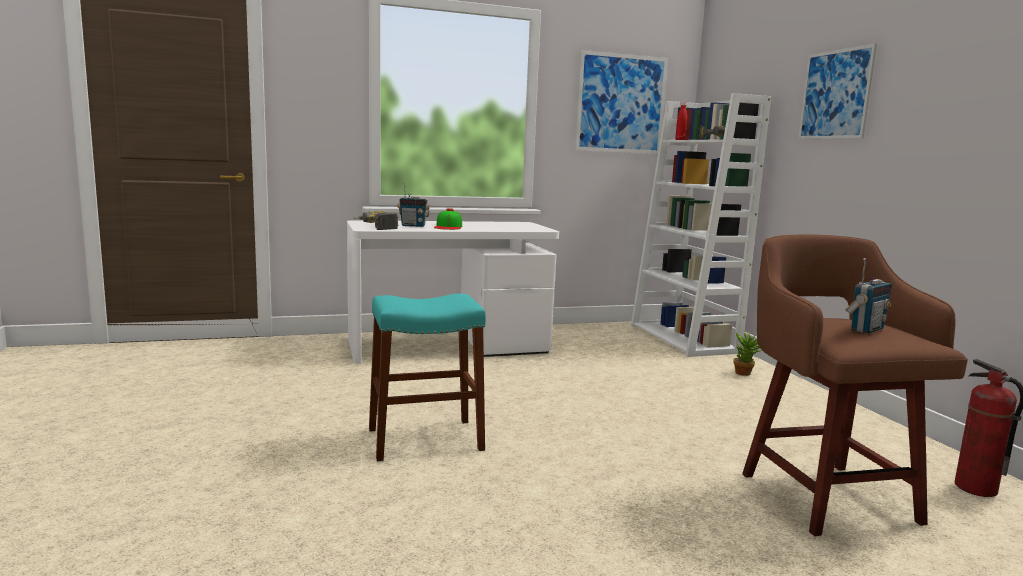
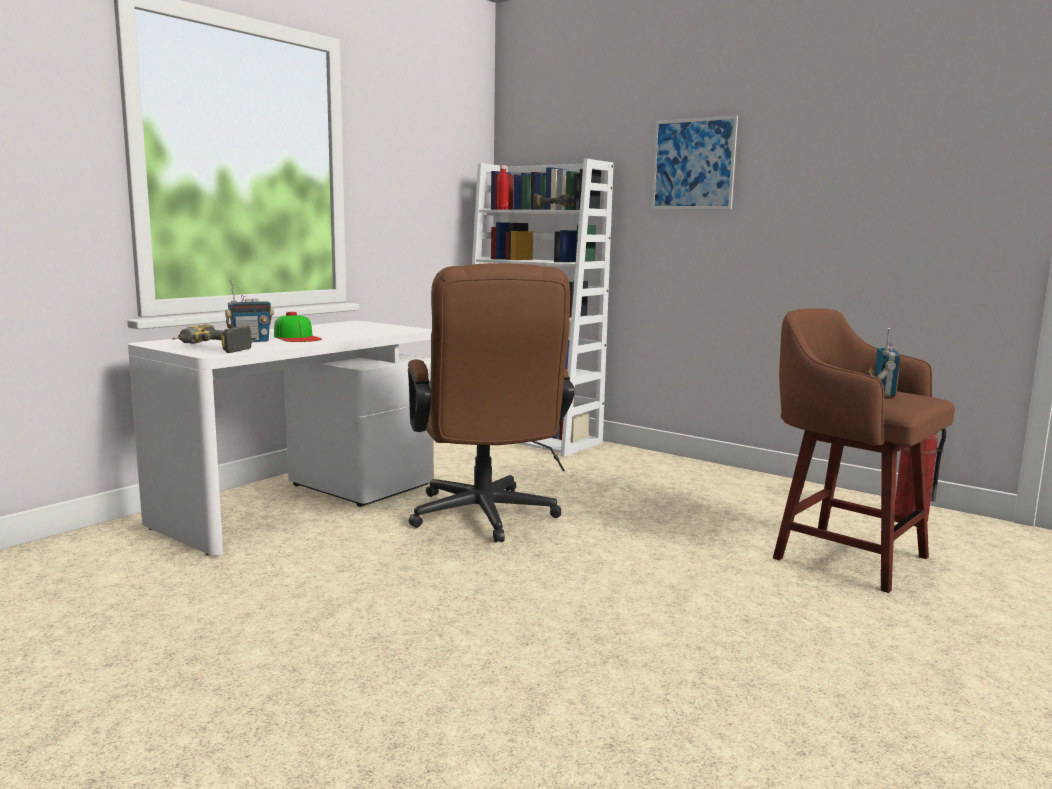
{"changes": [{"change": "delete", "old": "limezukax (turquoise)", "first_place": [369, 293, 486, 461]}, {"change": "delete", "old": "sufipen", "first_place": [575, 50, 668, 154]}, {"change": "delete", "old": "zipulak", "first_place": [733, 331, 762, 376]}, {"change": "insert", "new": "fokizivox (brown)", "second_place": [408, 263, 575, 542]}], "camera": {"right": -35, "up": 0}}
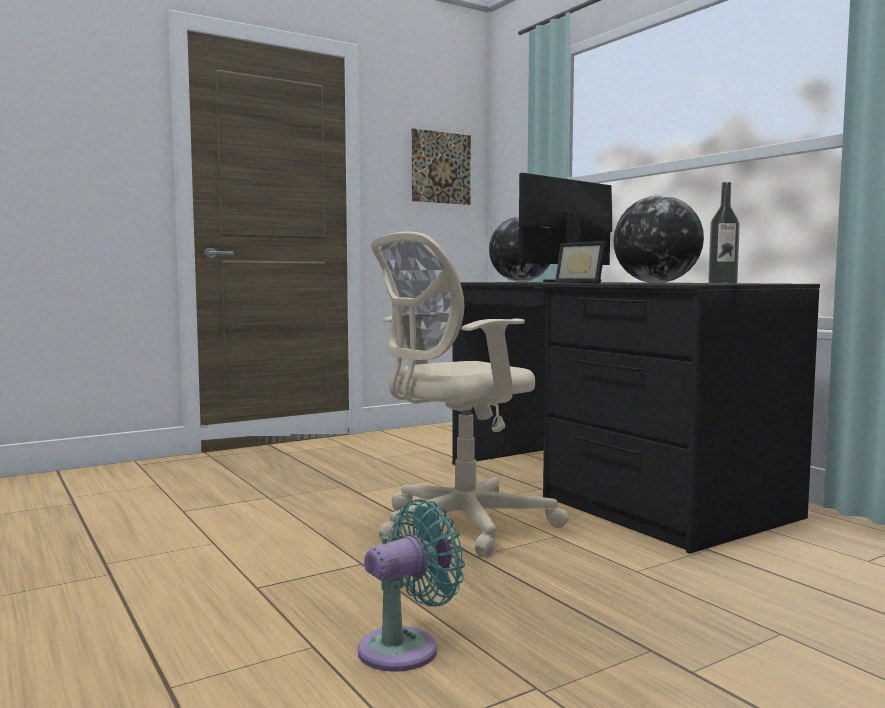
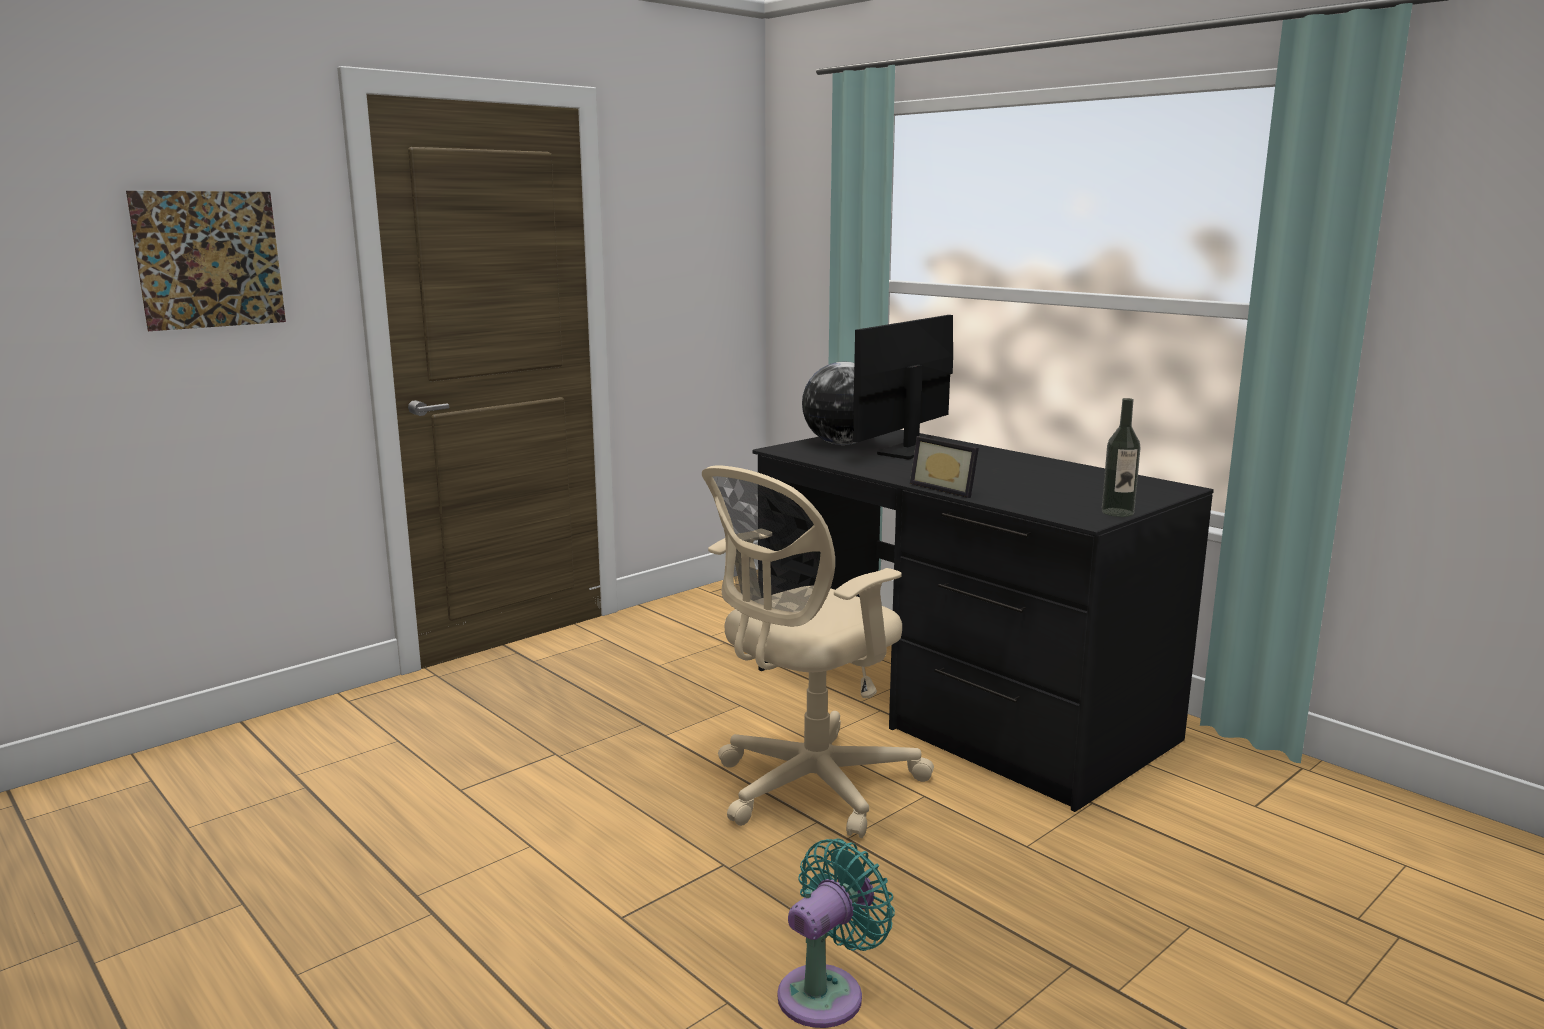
{"changes": [{"change": "delete", "old": "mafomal", "first_place": [613, 195, 704, 283]}, {"change": "move", "old": "sufipen", "first_place": [412, 128, 471, 205], "second_place": [126, 191, 286, 331]}], "camera": {"right": -10, "up": 10}}
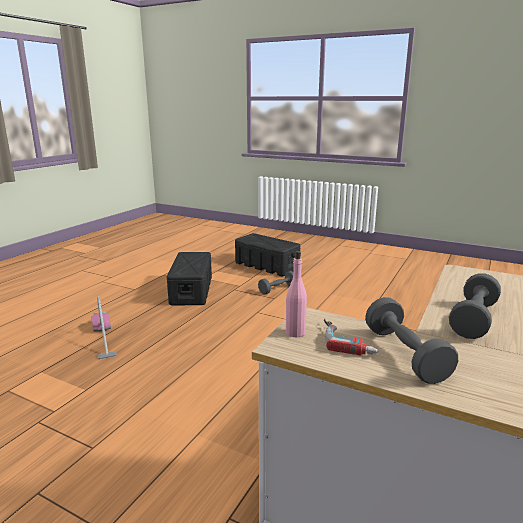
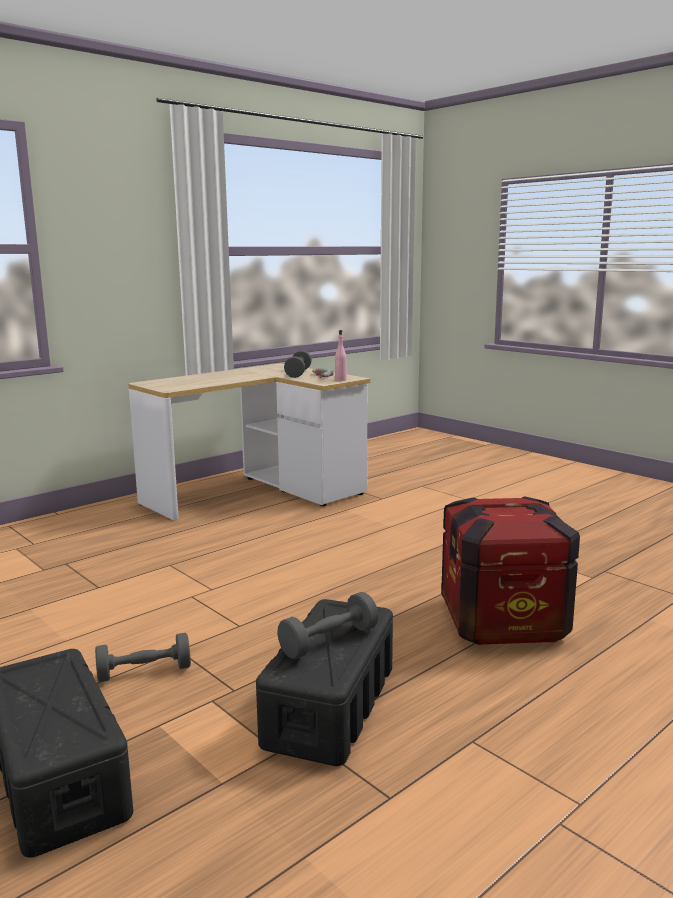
{"changes": [{"change": "move", "old": "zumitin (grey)", "first_place": [449, 274, 501, 339], "second_place": [277, 592, 378, 659]}, {"change": "replace", "old": "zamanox", "new": "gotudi", "first_place": [91, 296, 117, 360], "second_place": [441, 496, 580, 645]}], "camera": {"right": -160, "up": -5}}
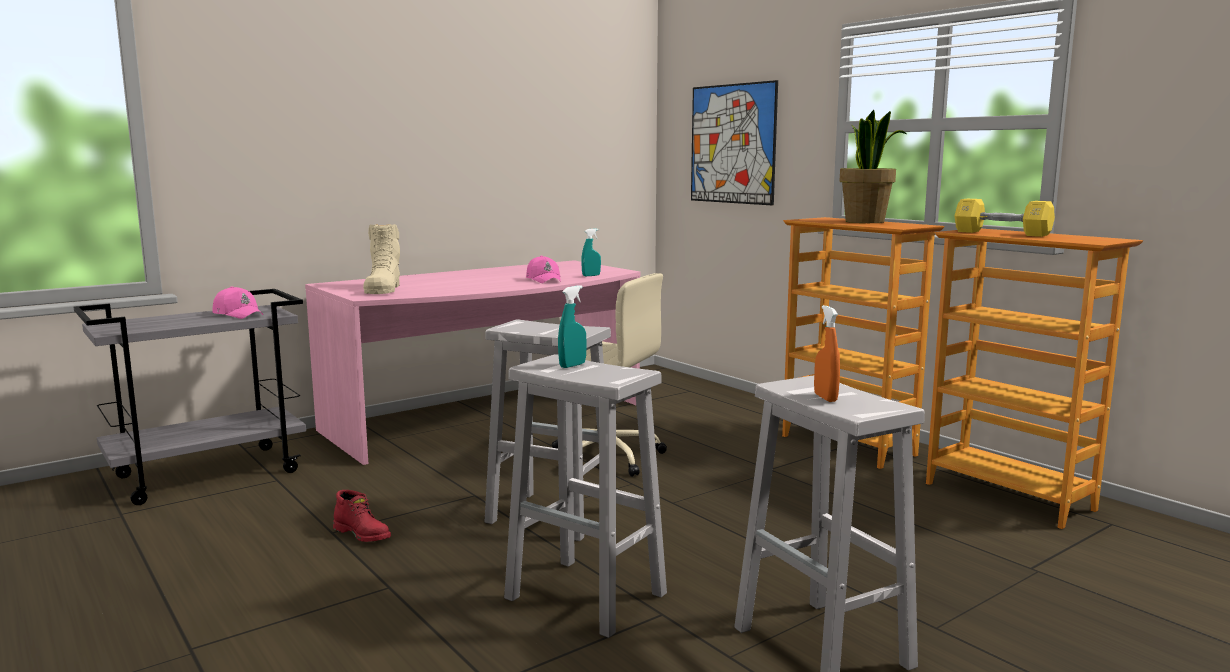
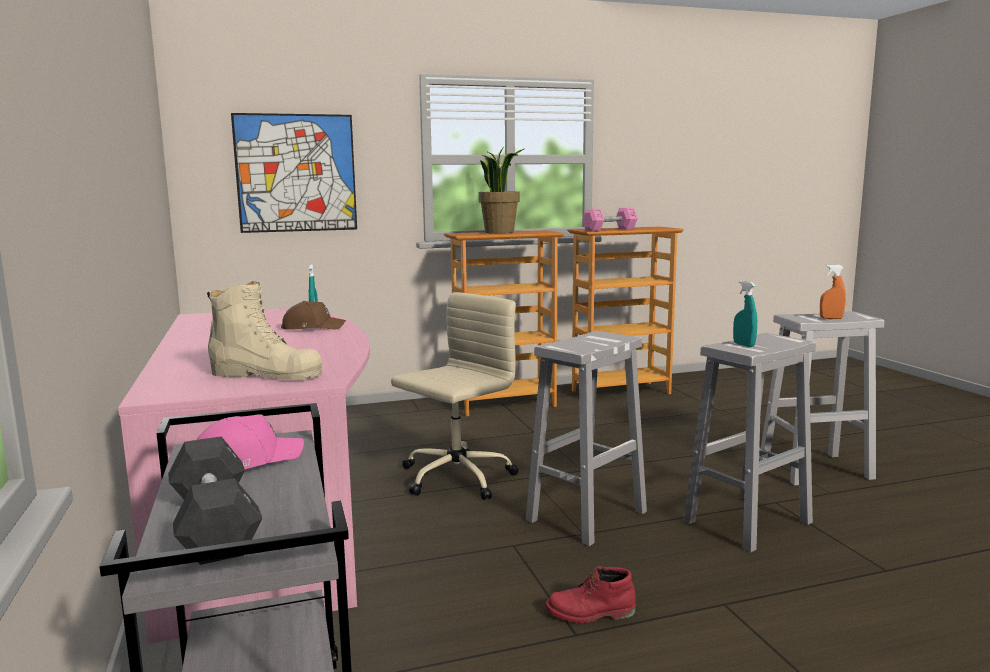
{"changes": [{"change": "insert", "new": "zumitin (black)", "second_place": [168, 436, 263, 565]}, {"change": "recolor", "old": "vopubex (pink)", "new": "vopubex (brown)", "first_place": [526, 256, 561, 283], "second_place": [281, 301, 346, 330]}, {"change": "recolor", "old": "zumitin (yellow)", "new": "zumitin (pink)", "first_place": [954, 199, 1055, 237], "second_place": [582, 208, 638, 231]}, {"change": "rotate", "old": "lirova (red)", "first_place": [333, 490, 391, 542], "second_place": [546, 566, 636, 623], "degrees": -150}], "camera": {"right": -70, "up": 0}}
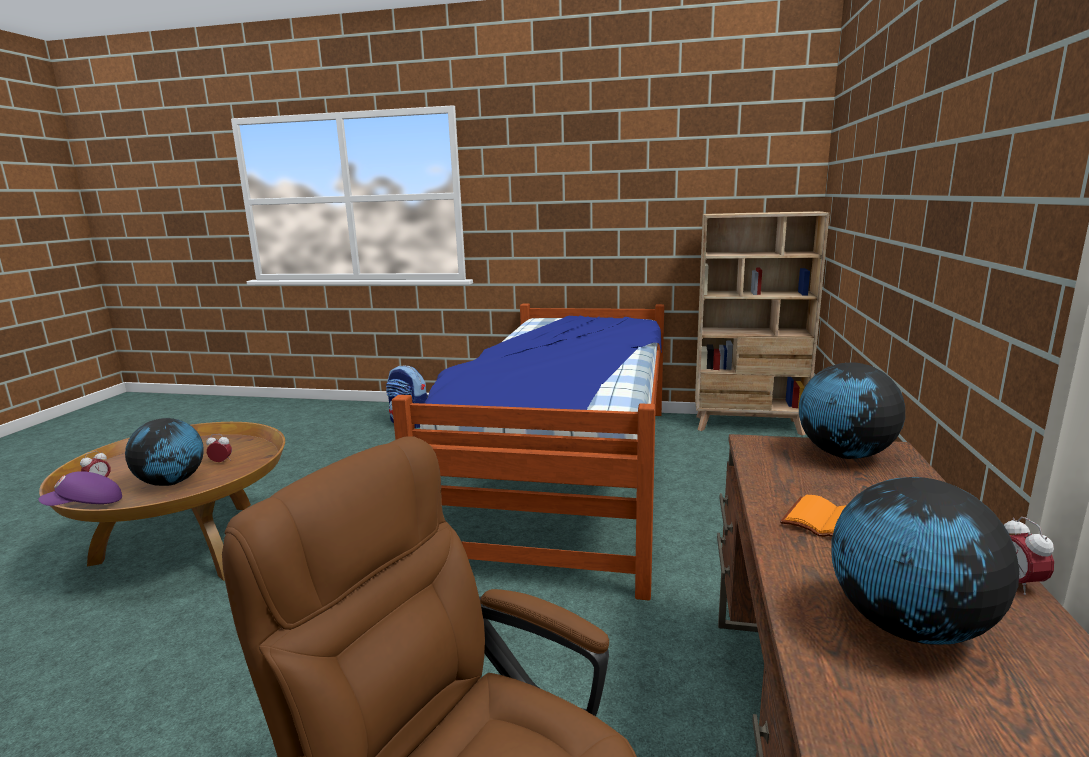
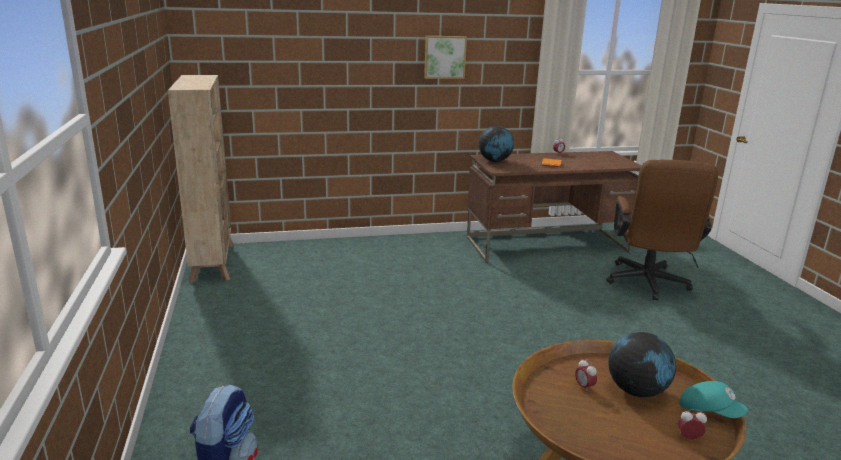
{"changes": [{"change": "delete", "old": "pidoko", "first_place": [392, 304, 664, 601]}, {"change": "delete", "old": "mafomal", "first_place": [831, 477, 1019, 644]}, {"change": "insert", "new": "sufipen", "second_place": [424, 36, 467, 79]}, {"change": "recolor", "old": "vopubex (purple)", "new": "vopubex (turquoise)", "first_place": [38, 471, 122, 506], "second_place": [680, 381, 748, 418]}], "camera": {"right": -115, "up": 5}}
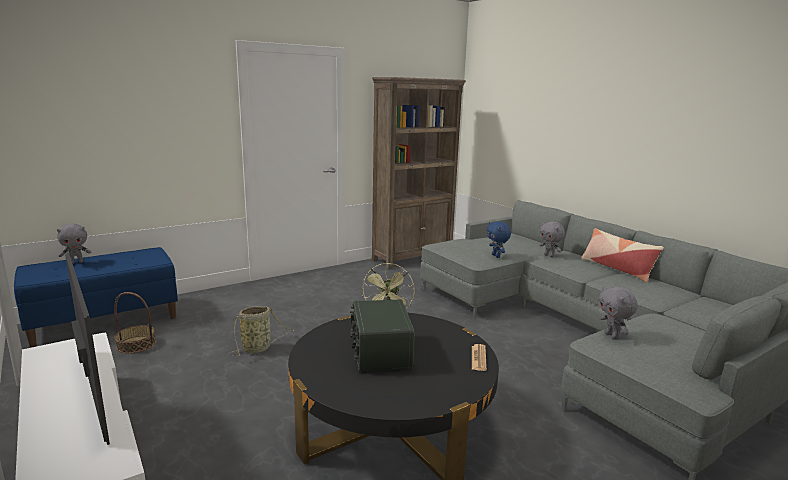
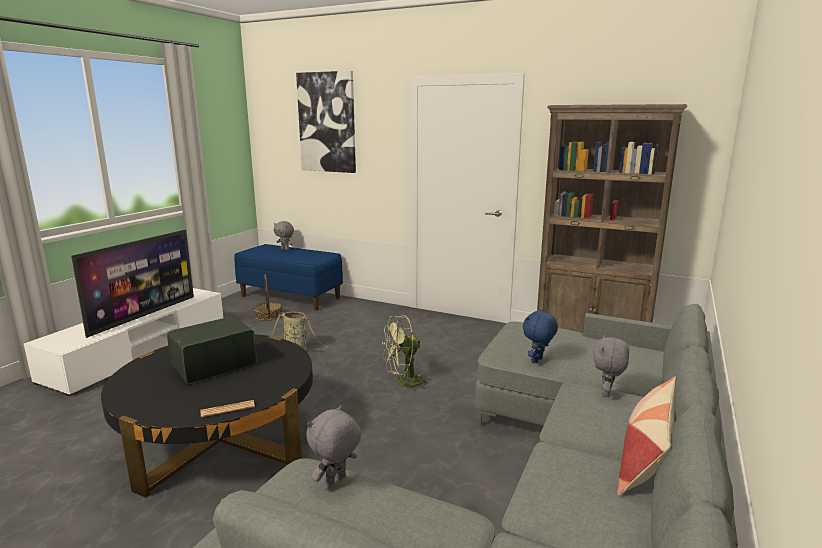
{"changes": [{"change": "insert", "new": "sufipen", "second_place": [296, 71, 356, 173]}], "camera": {"right": 60, "up": 0}}
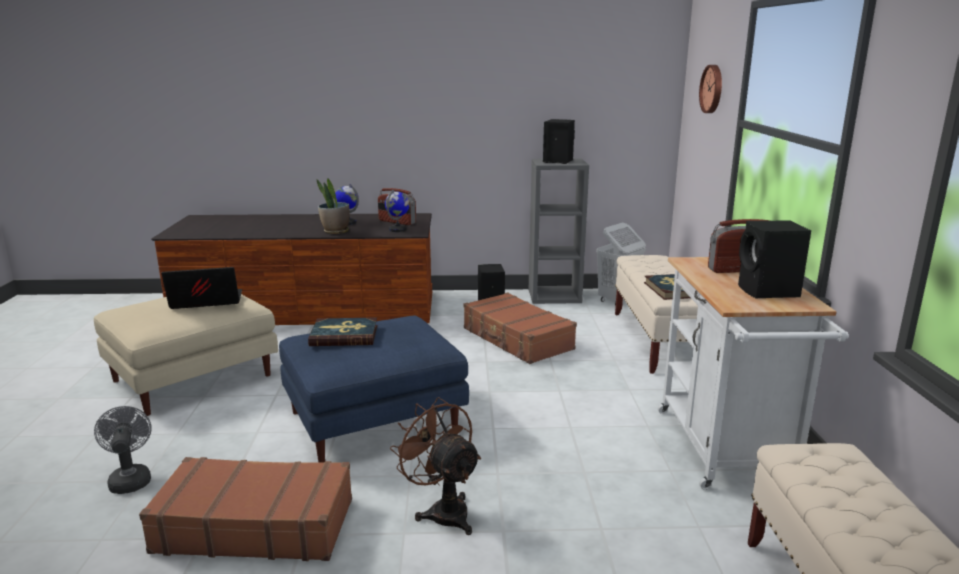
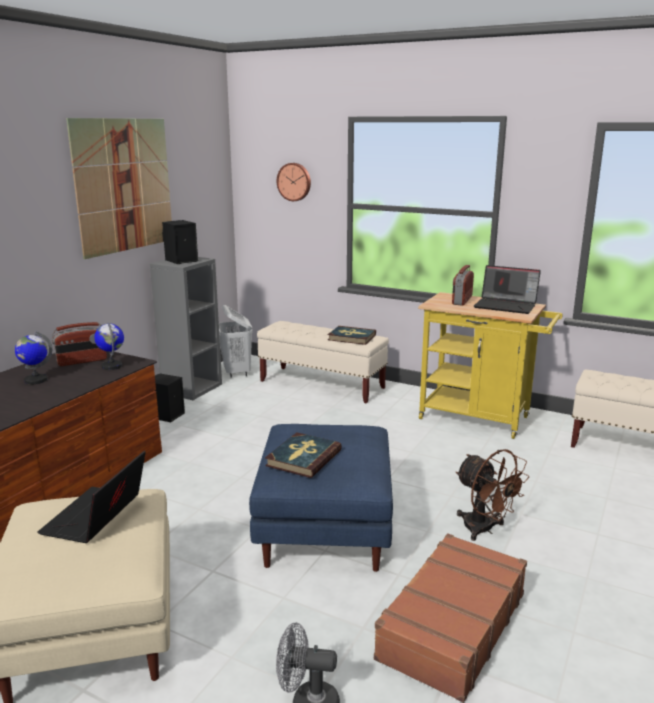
{"changes": [{"change": "delete", "old": "zipulak", "first_place": [317, 178, 350, 234]}, {"change": "delete", "old": "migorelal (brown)", "first_place": [464, 292, 577, 364]}, {"change": "insert", "new": "sufipen", "second_place": [66, 118, 172, 259]}, {"change": "replace", "old": "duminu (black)", "new": "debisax", "first_place": [738, 220, 811, 298], "second_place": [474, 265, 541, 314]}, {"change": "recolor", "old": "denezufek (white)", "new": "denezufek (yellow)", "first_place": [658, 257, 849, 490], "second_place": [418, 292, 563, 439]}, {"change": "rotate", "old": "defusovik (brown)", "first_place": [390, 397, 481, 535], "second_place": [456, 449, 529, 541], "degrees": -120}], "camera": {"right": -60, "up": 0}}
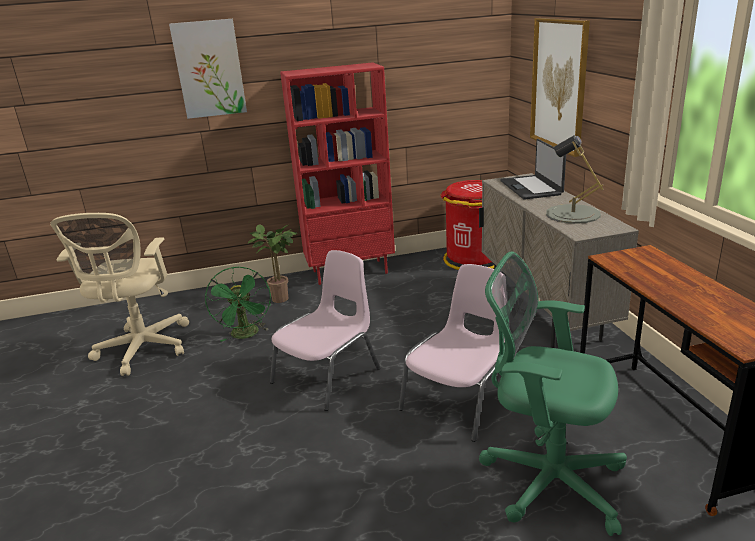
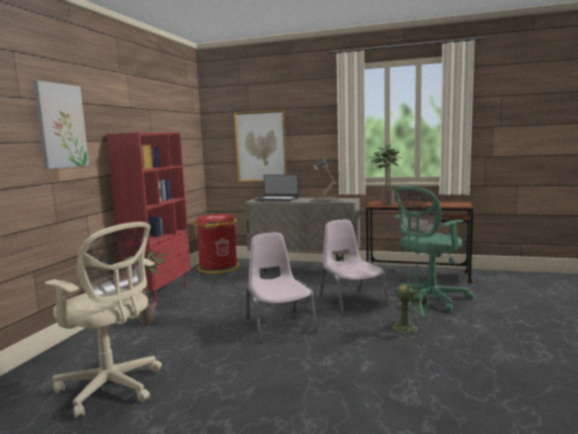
{"changes": [{"change": "insert", "new": "zipulak", "second_place": [369, 144, 402, 205]}, {"change": "move", "old": "defusovik (green)", "first_place": [205, 267, 271, 342], "second_place": [386, 266, 429, 339]}], "camera": {"right": -60, "up": -15}}
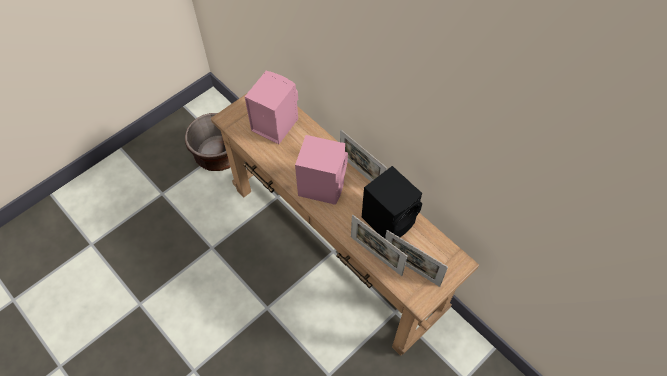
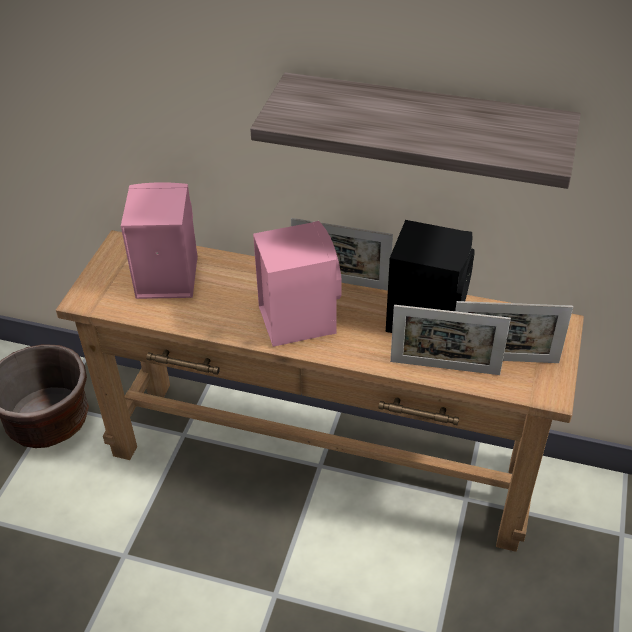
{"changes": [{"change": "insert", "new": "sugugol", "second_place": [250, 72, 581, 189]}], "camera": {"right": -30, "up": -15}}
